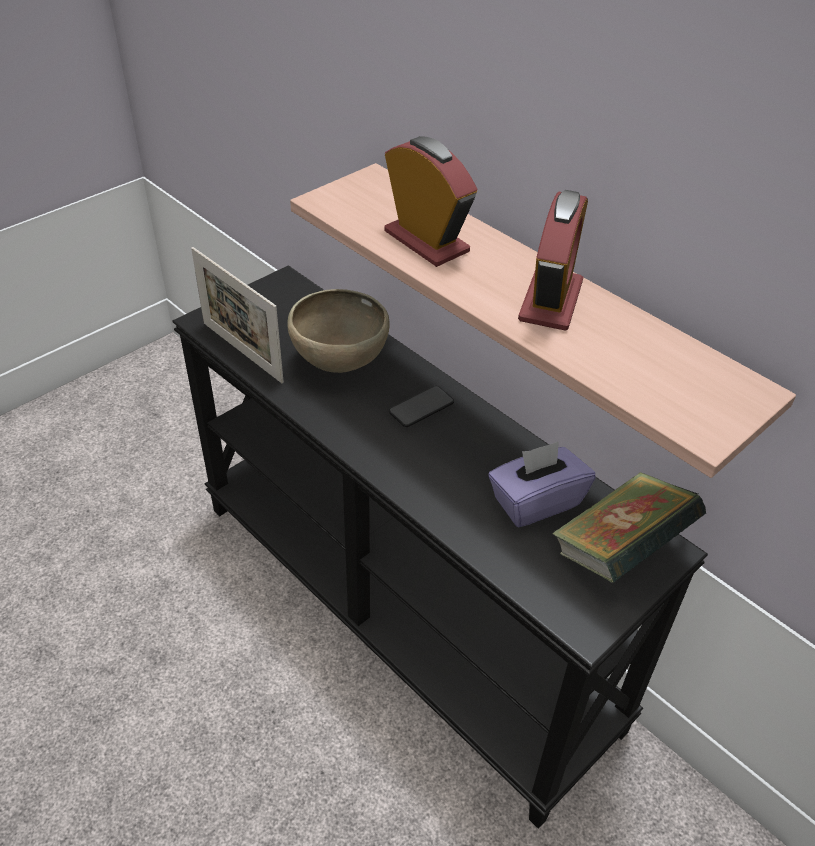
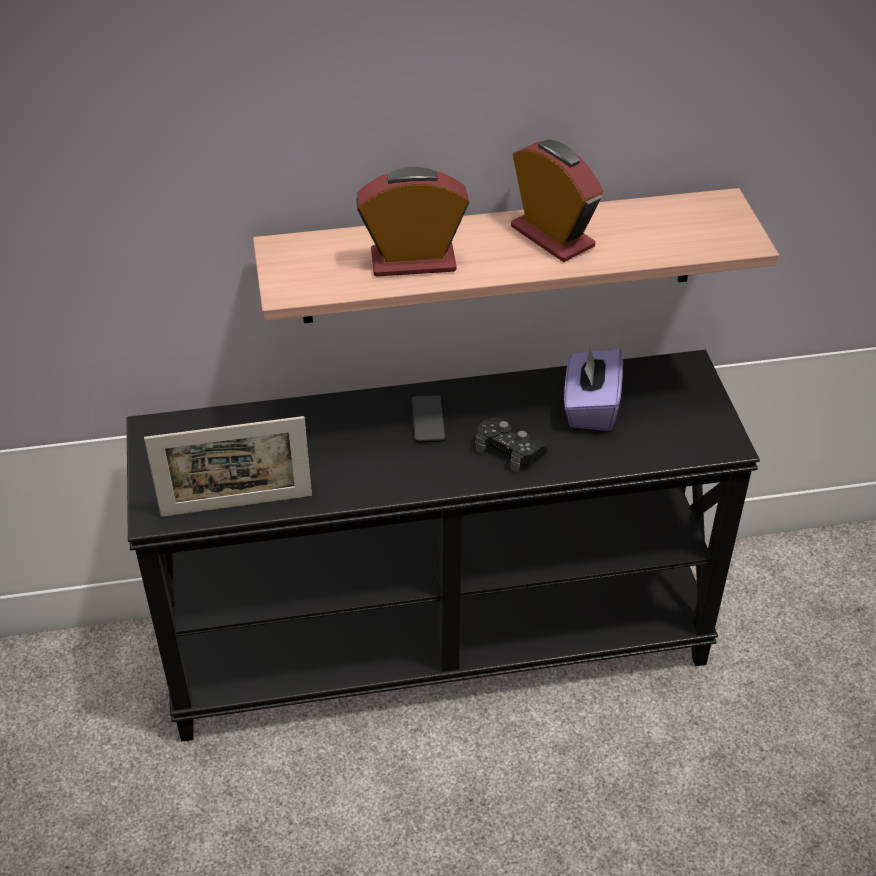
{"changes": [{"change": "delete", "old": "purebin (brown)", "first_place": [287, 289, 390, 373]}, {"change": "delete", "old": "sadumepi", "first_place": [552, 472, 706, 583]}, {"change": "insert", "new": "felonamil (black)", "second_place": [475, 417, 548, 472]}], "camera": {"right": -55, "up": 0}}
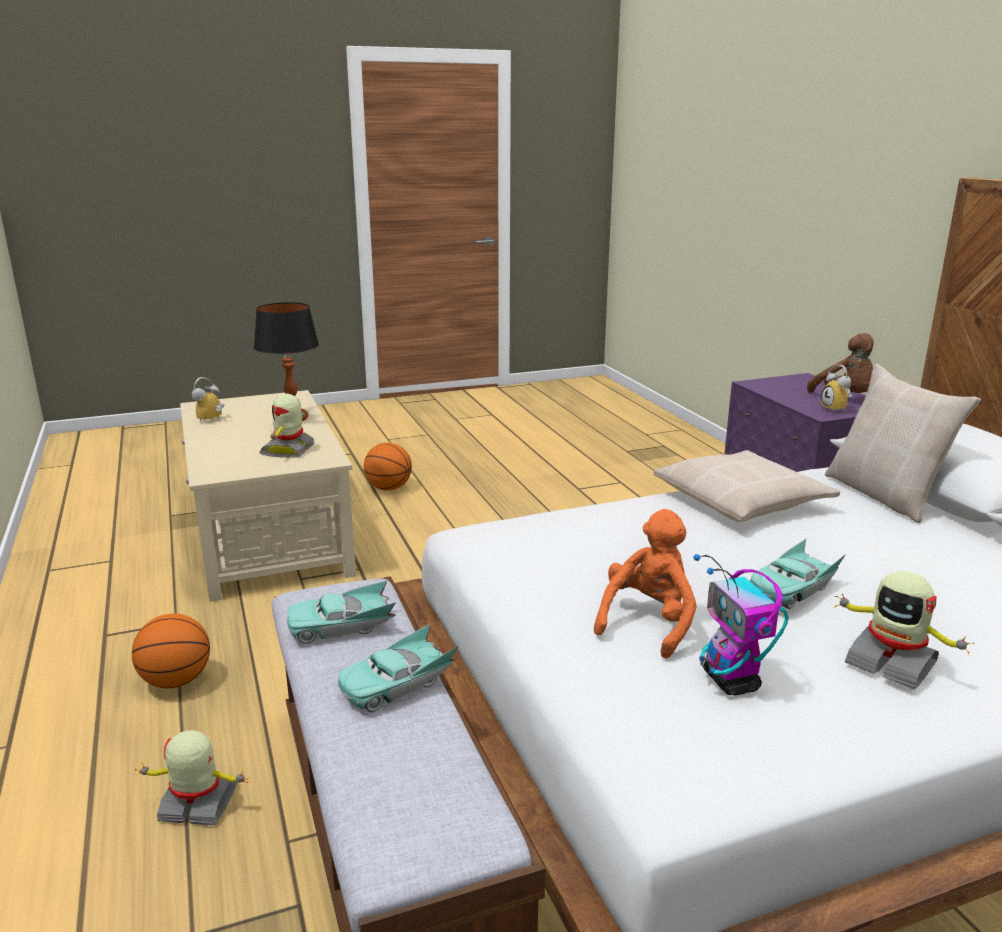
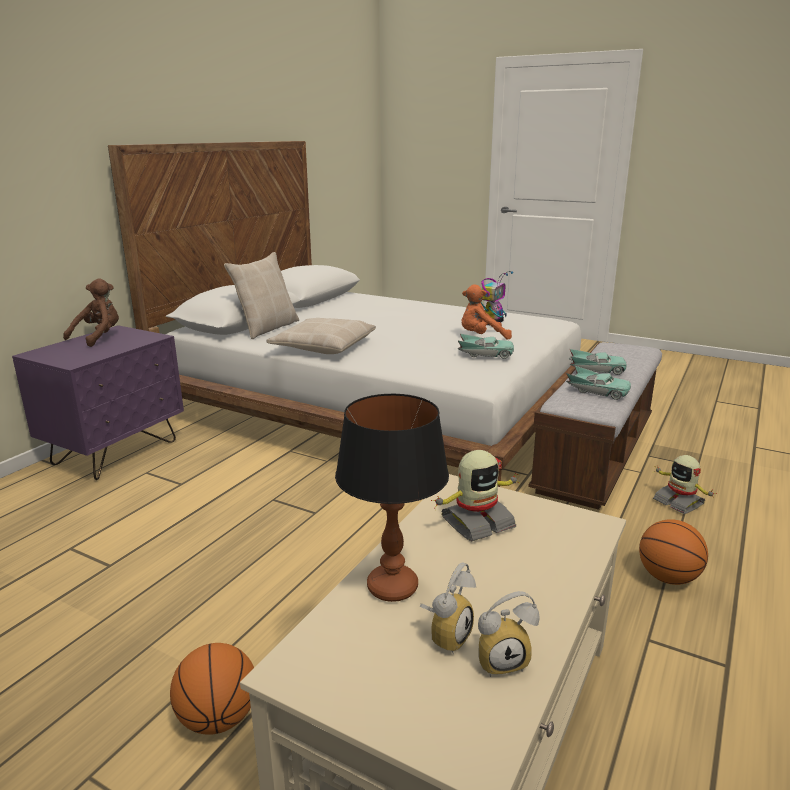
{"changes": [{"change": "delete", "old": "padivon", "first_place": [834, 571, 974, 690]}, {"change": "move", "old": "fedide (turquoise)", "first_place": [750, 539, 846, 609], "second_place": [457, 334, 514, 359]}, {"change": "move", "old": "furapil", "first_place": [821, 365, 852, 413], "second_place": [420, 562, 476, 654]}], "camera": {"right": -130, "up": 0}}
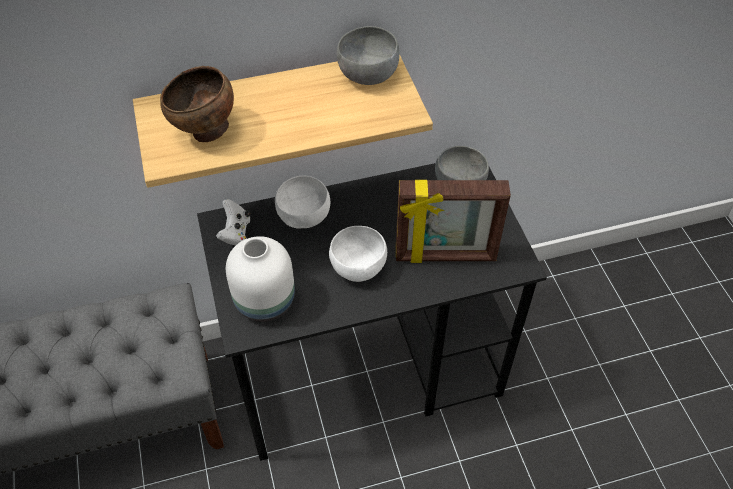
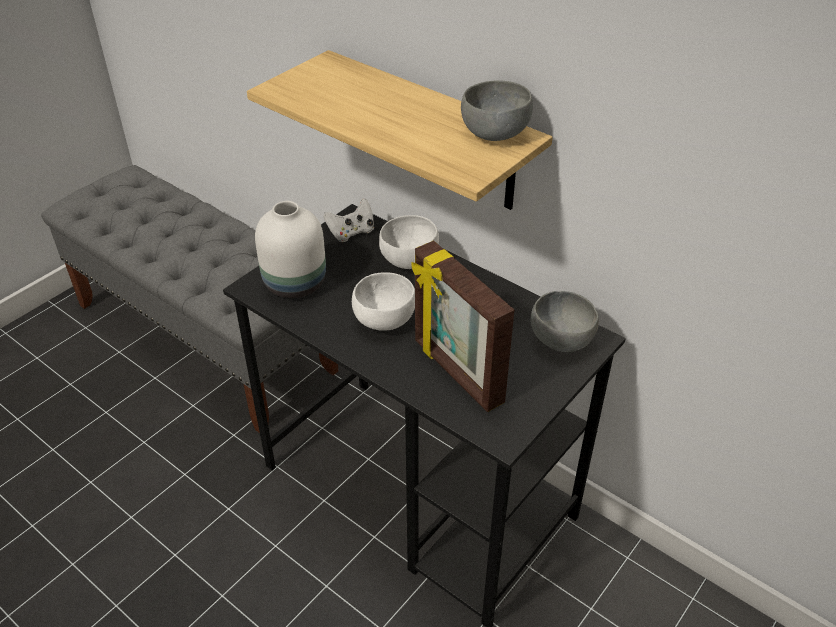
{"changes": [{"change": "delete", "old": "purebin (brown)", "first_place": [160, 66, 234, 142]}], "camera": {"right": 55, "up": -10}}
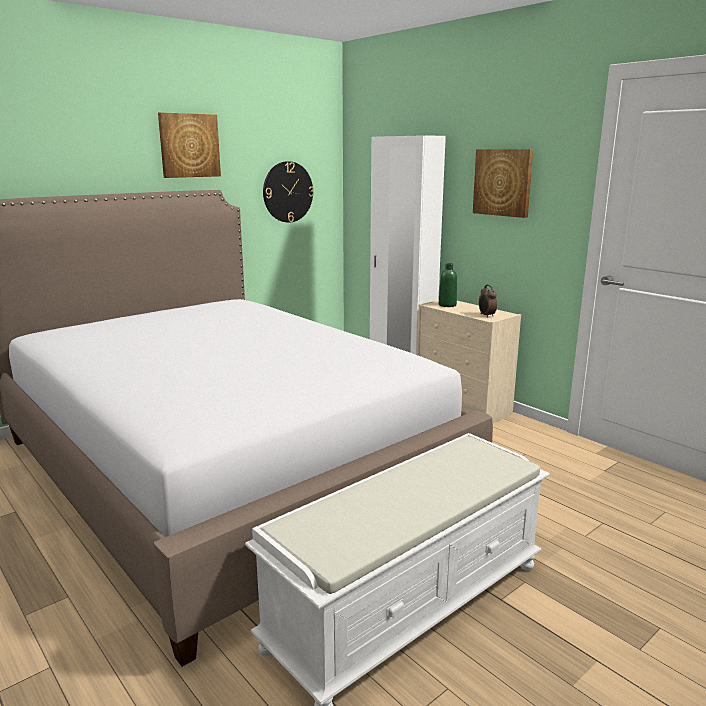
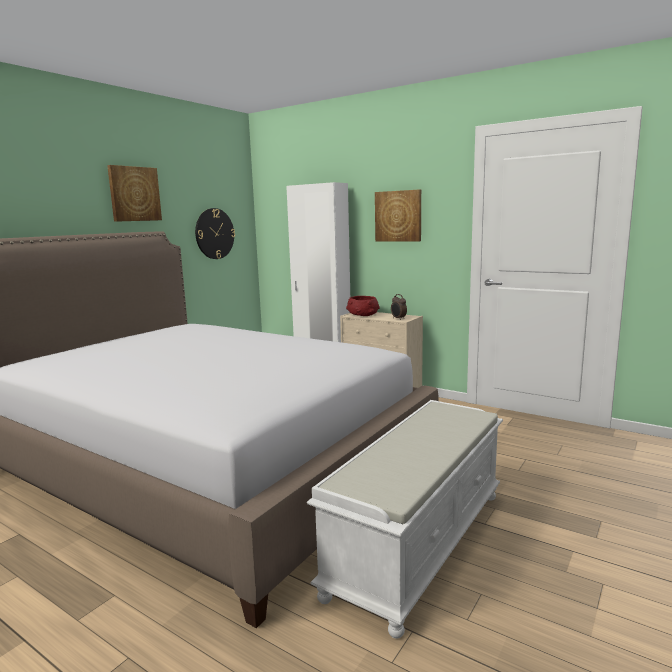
{"changes": [{"change": "replace", "old": "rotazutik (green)", "new": "purebin (red)", "first_place": [439, 263, 457, 307], "second_place": [346, 296, 380, 316]}], "camera": {"right": -15, "up": -5}}
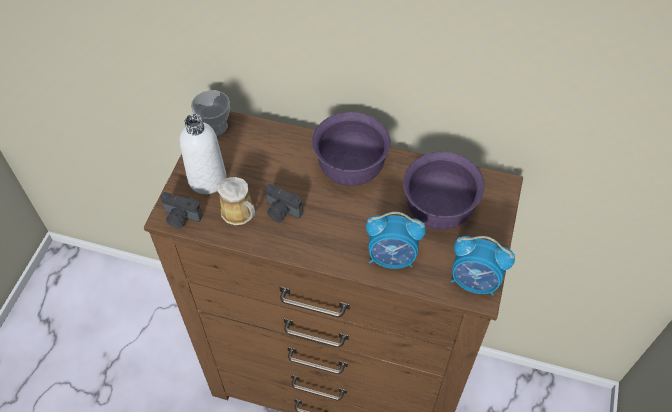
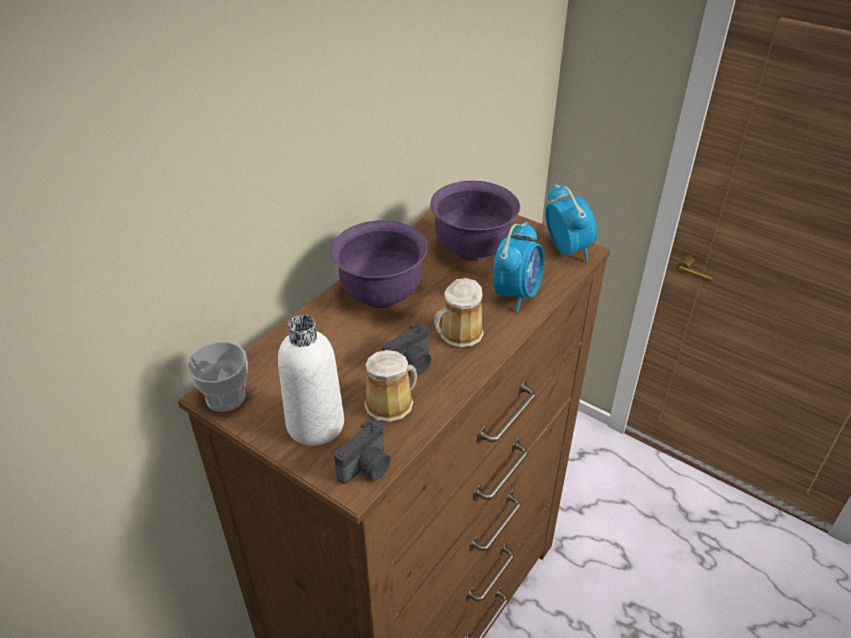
{"changes": [{"change": "insert", "new": "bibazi", "second_place": [434, 278, 484, 347]}, {"change": "rotate", "old": "furapil", "first_place": [450, 236, 515, 296], "second_place": [545, 184, 597, 262], "degrees": -60}], "camera": {"right": -70, "up": -15}}
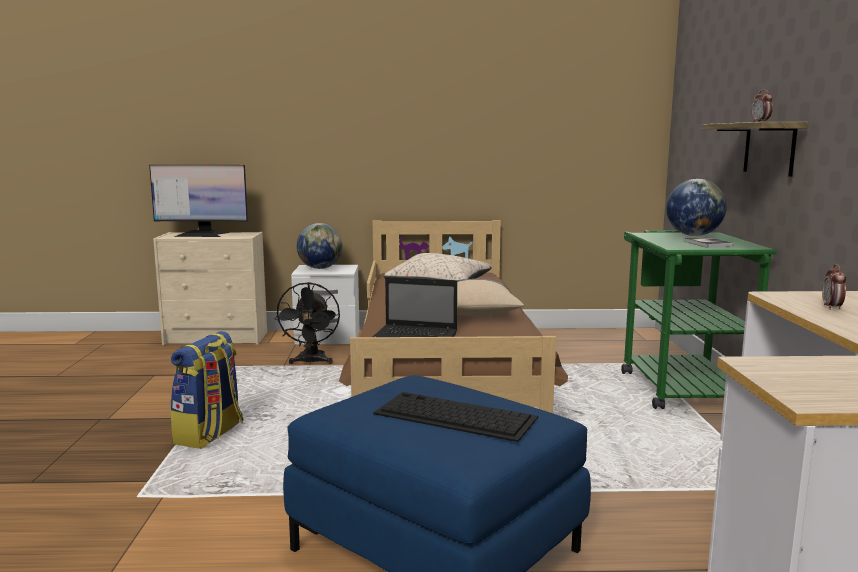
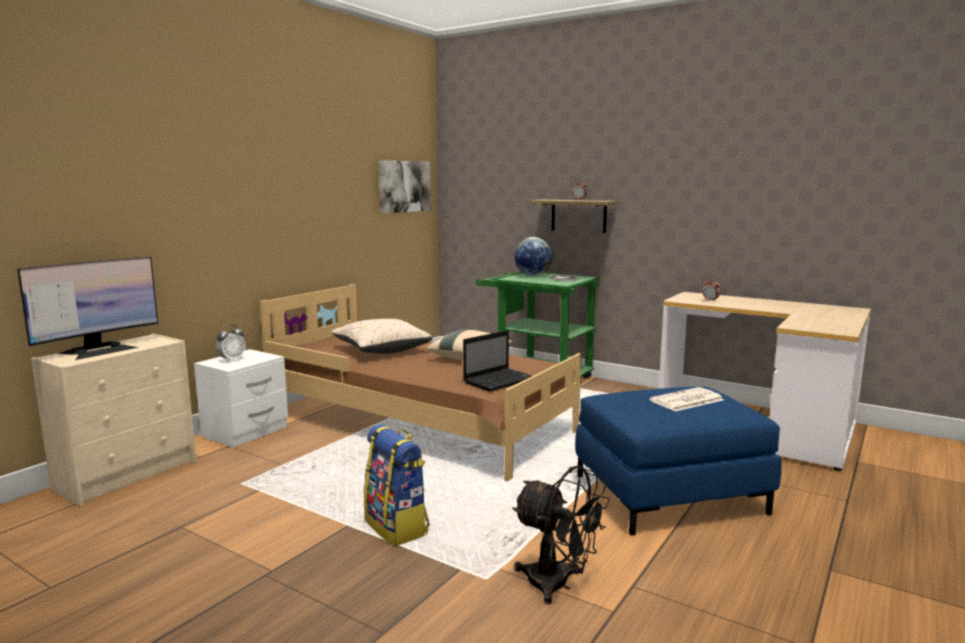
{"changes": [{"change": "insert", "new": "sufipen", "second_place": [378, 160, 431, 213]}, {"change": "move", "old": "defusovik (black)", "first_place": [275, 282, 340, 365], "second_place": [512, 465, 610, 605]}, {"change": "replace", "old": "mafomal", "new": "furapil", "first_place": [297, 223, 342, 269], "second_place": [216, 325, 246, 363]}, {"change": "replace", "old": "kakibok", "new": "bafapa", "first_place": [373, 392, 538, 442], "second_place": [649, 387, 724, 412]}], "camera": {"right": -55, "up": 0}}
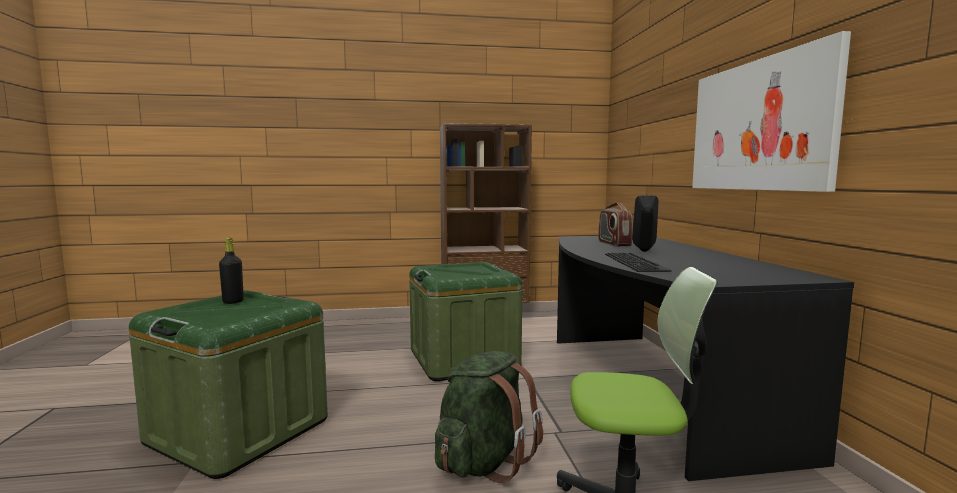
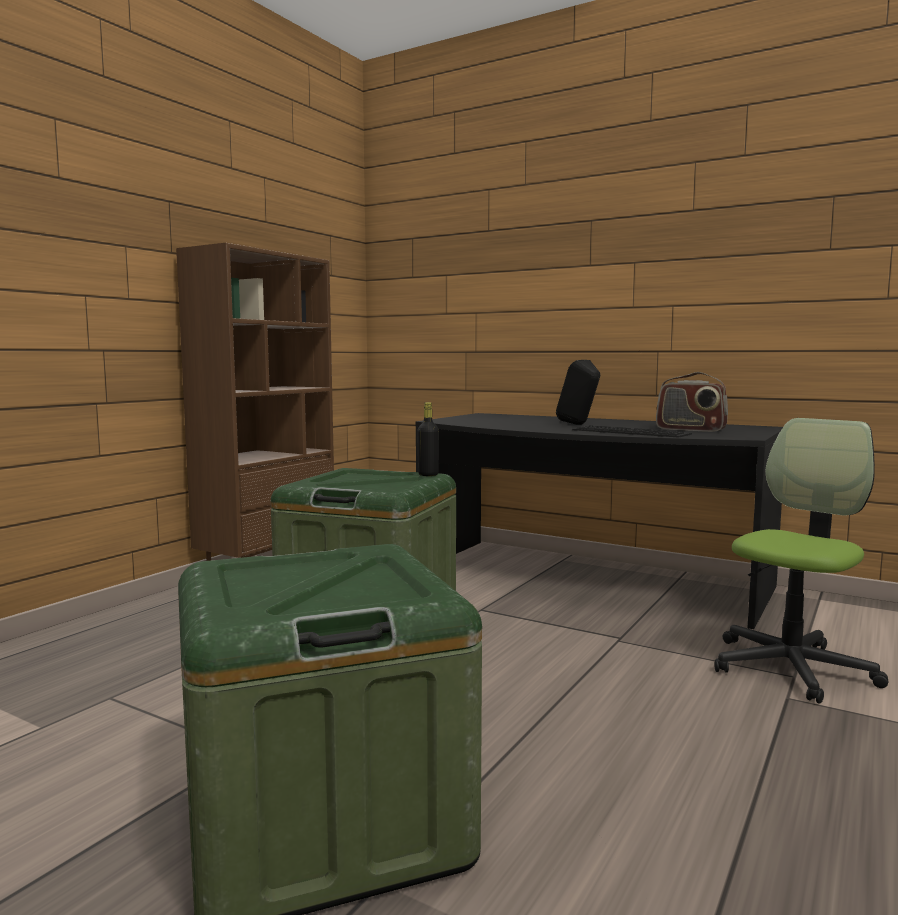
{"changes": [{"change": "delete", "old": "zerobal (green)", "first_place": [435, 351, 543, 483]}, {"change": "delete", "old": "sufipen", "first_place": [692, 31, 851, 192]}, {"change": "move", "old": "rotazutik (black)", "first_place": [219, 238, 244, 304], "second_place": [417, 402, 439, 476]}, {"change": "move", "old": "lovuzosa", "first_place": [598, 202, 633, 247], "second_place": [656, 372, 728, 432]}], "camera": {"right": -50, "up": 0}}
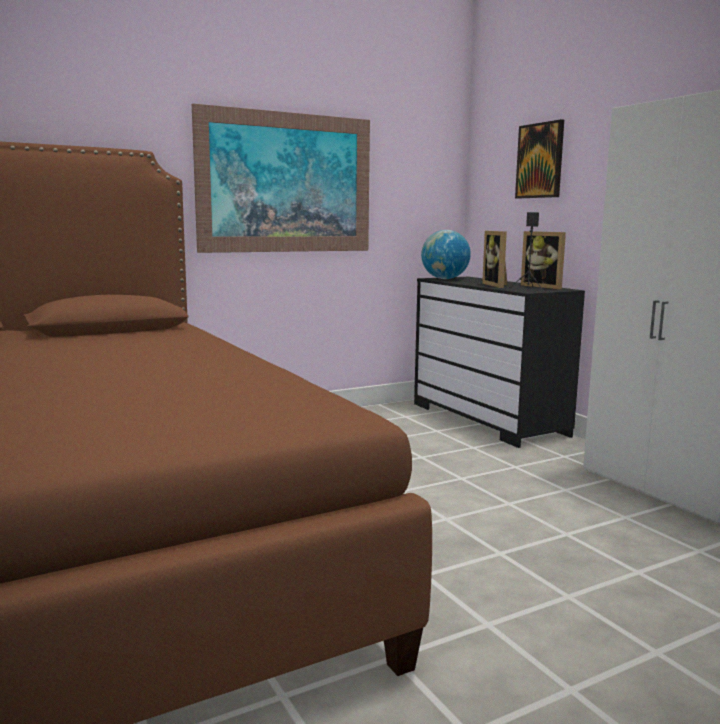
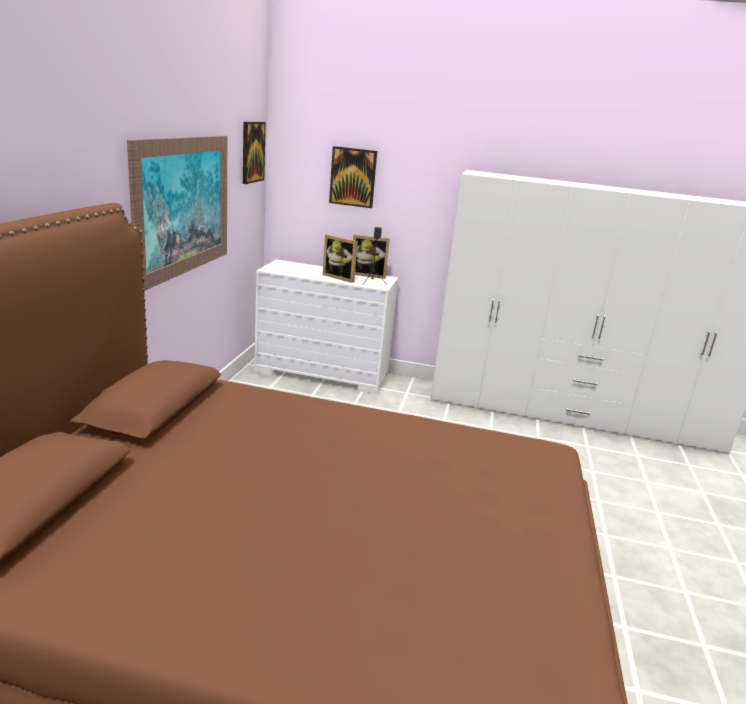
{"changes": [{"change": "delete", "old": "mafomal", "first_place": [421, 230, 471, 279]}, {"change": "insert", "new": "sufipen", "second_place": [243, 122, 266, 184]}, {"change": "recolor", "old": "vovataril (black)", "new": "vovataril (white)", "first_place": [414, 277, 585, 448], "second_place": [254, 260, 399, 394]}], "camera": {"right": -50, "up": 10}}
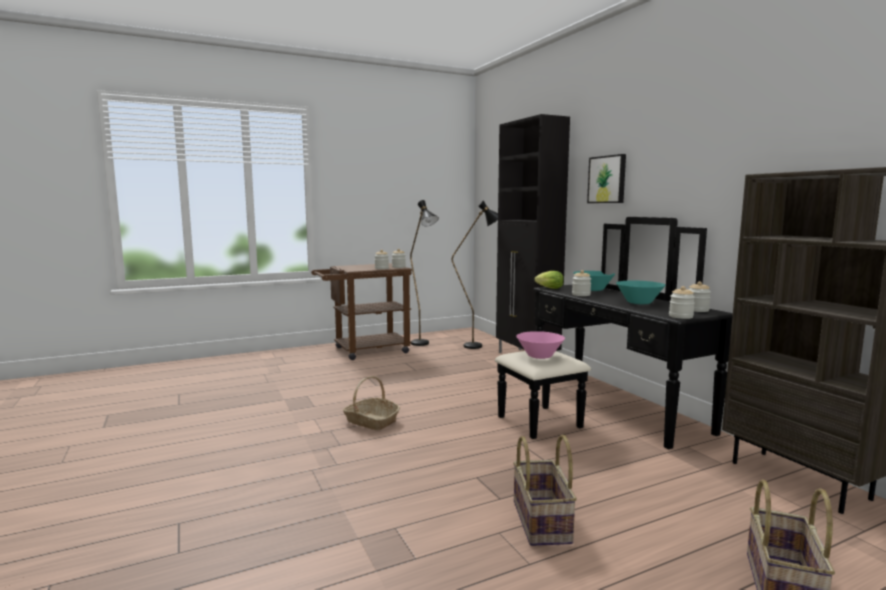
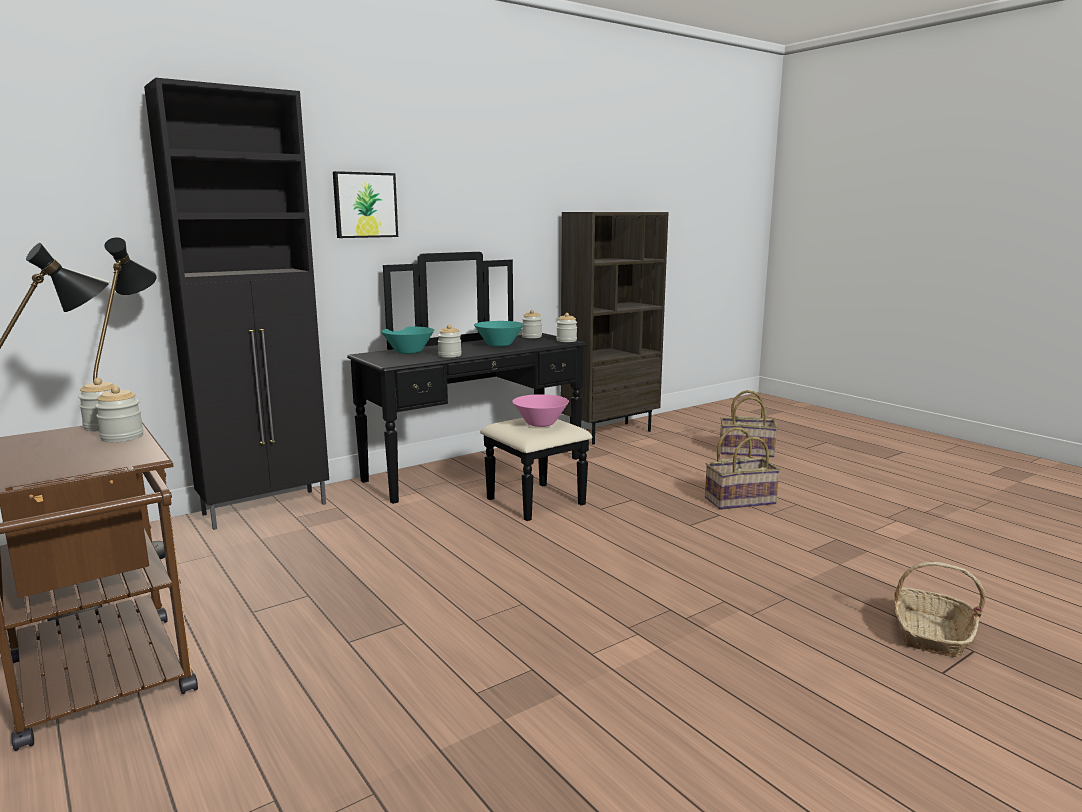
{"changes": [{"change": "delete", "old": "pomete", "first_place": [534, 271, 564, 289]}, {"change": "move", "old": "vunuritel", "first_place": [343, 376, 400, 430], "second_place": [894, 562, 986, 657]}], "camera": {"right": -100, "up": 5}}
